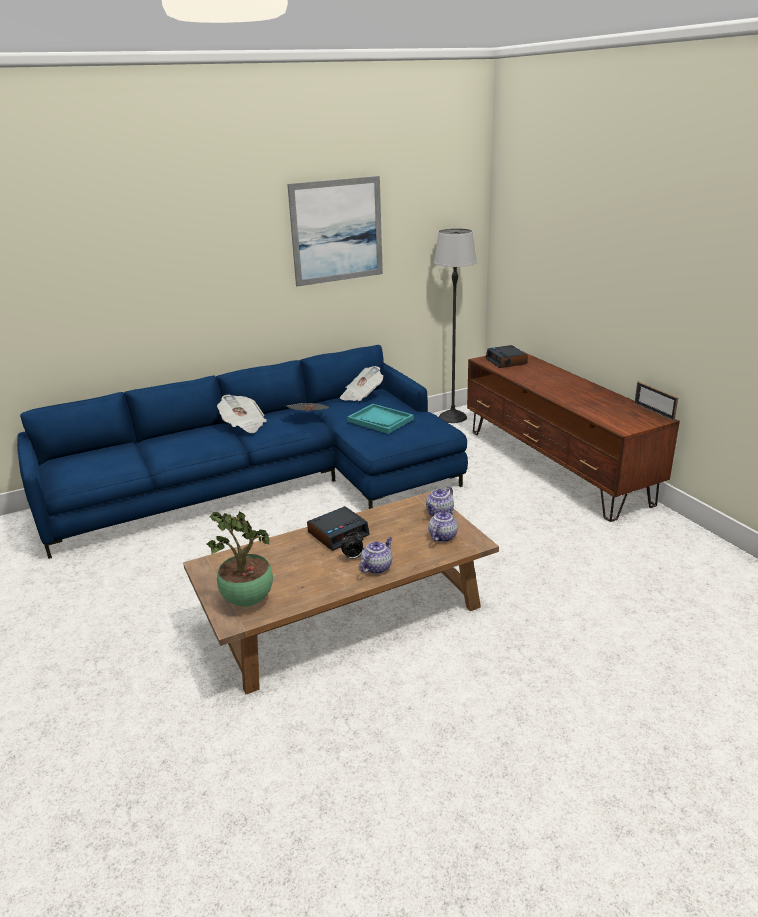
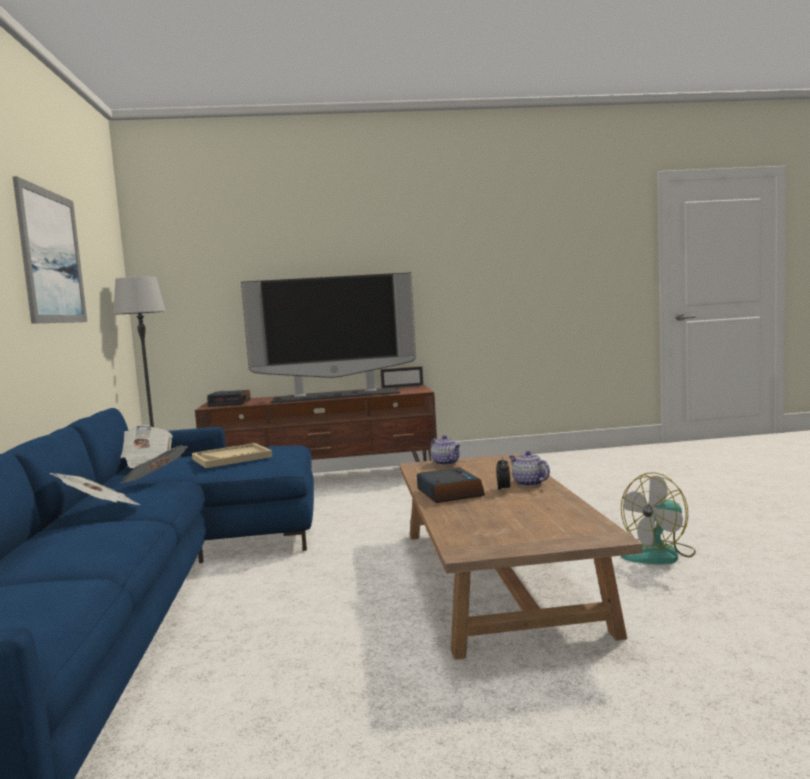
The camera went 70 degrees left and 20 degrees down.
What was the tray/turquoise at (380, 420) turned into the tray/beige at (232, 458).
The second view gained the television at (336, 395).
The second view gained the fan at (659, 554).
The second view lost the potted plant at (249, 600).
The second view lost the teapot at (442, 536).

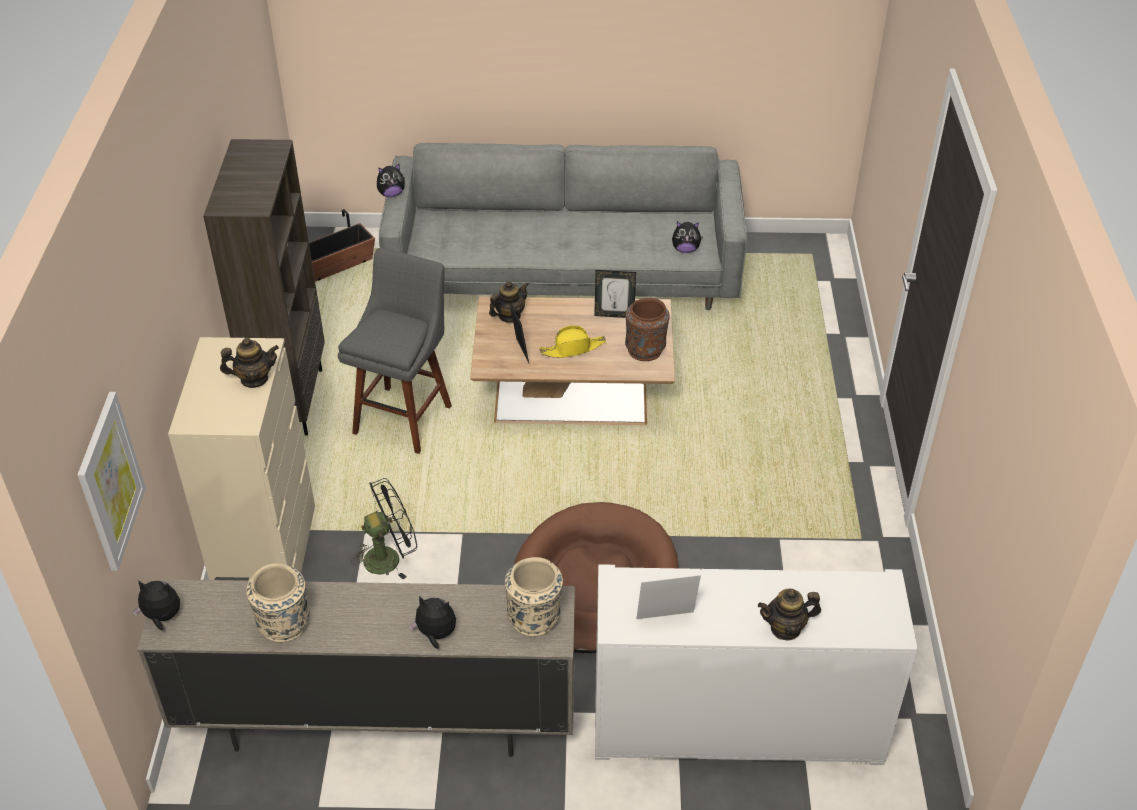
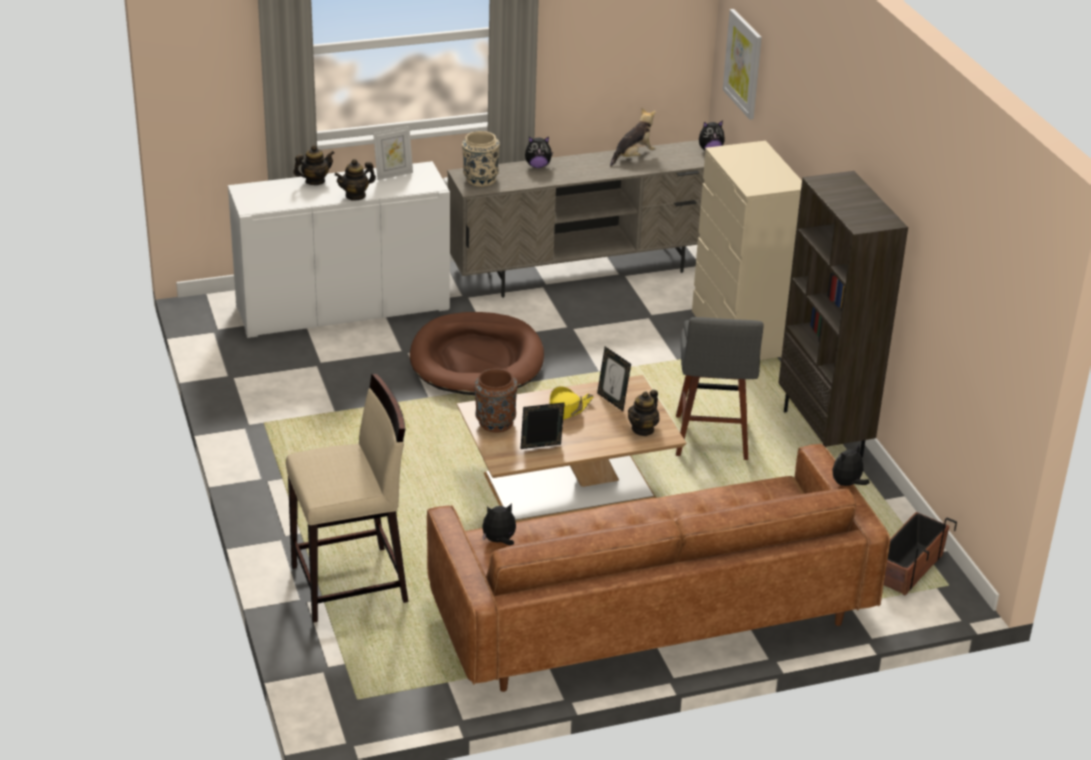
The camera went 160 degrees right and 10 degrees down.
The second view gained the stool/beige at (351, 584).
The teapot ended up elsewhere, having gone from (254, 379) to (355, 195).
What was the sofa/grey at (564, 273) turned into the sofa/brown at (650, 611).
Where the vase/beige stood at (284, 626), the plush toy came to stand at (633, 157).
The second view lost the fan/black at (389, 557).

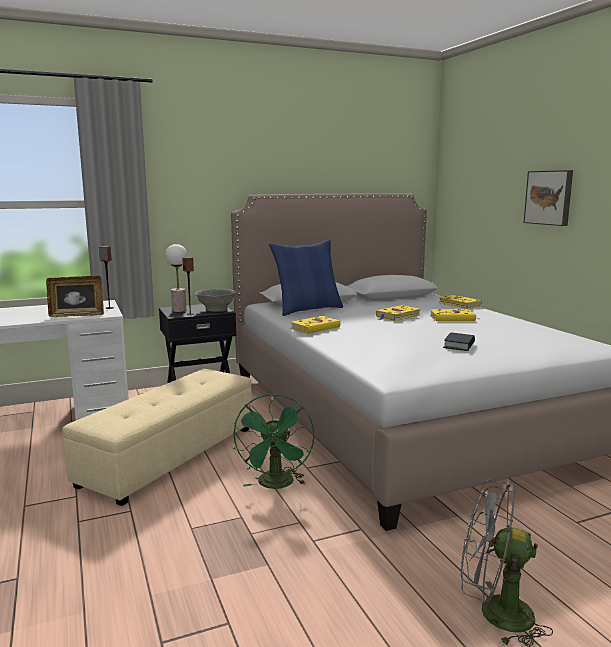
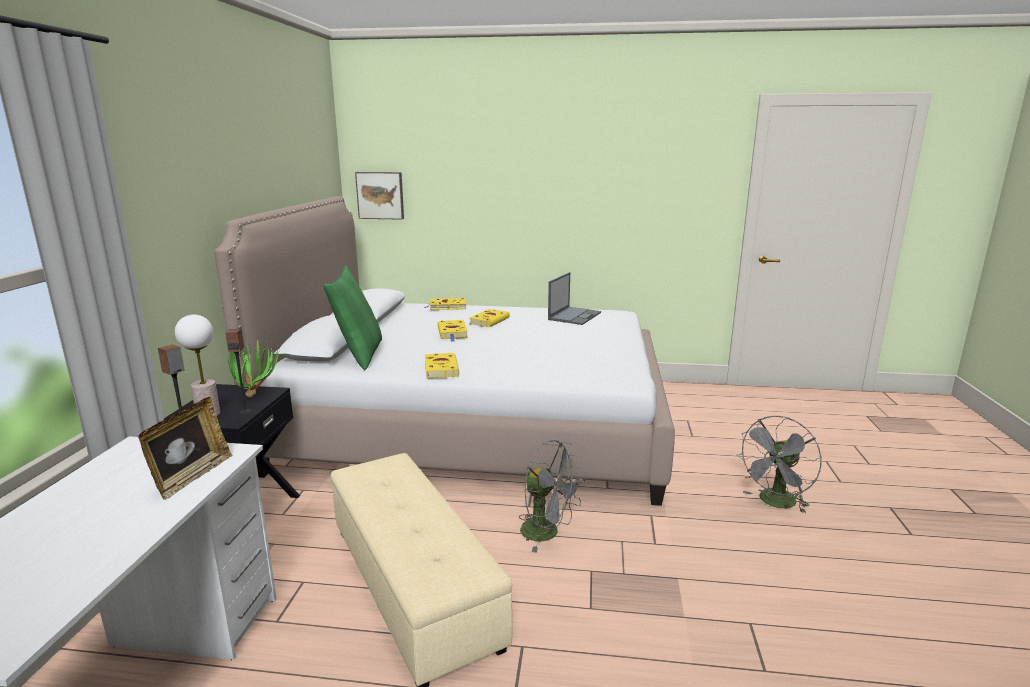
The camera went 60 degrees left and 5 degrees up.
Where the bowl/grey stood at (216, 310), the potted plant came to stand at (256, 394).
What was the pillow/blue at (308, 309) turned into the pillow/green at (360, 354).
The picture ended up elsewhere, having gone from (549, 197) to (380, 195).
What was the fan/green at (276, 485) turned into the fan/grey at (547, 533).
The second view gained the laptop at (574, 316).
The second view lost the book at (459, 345).

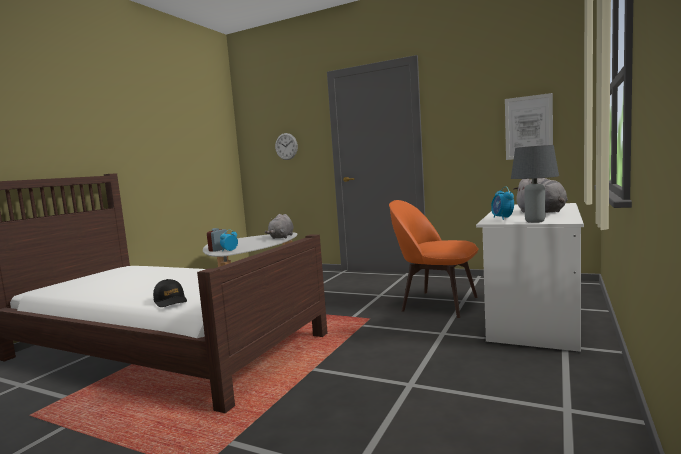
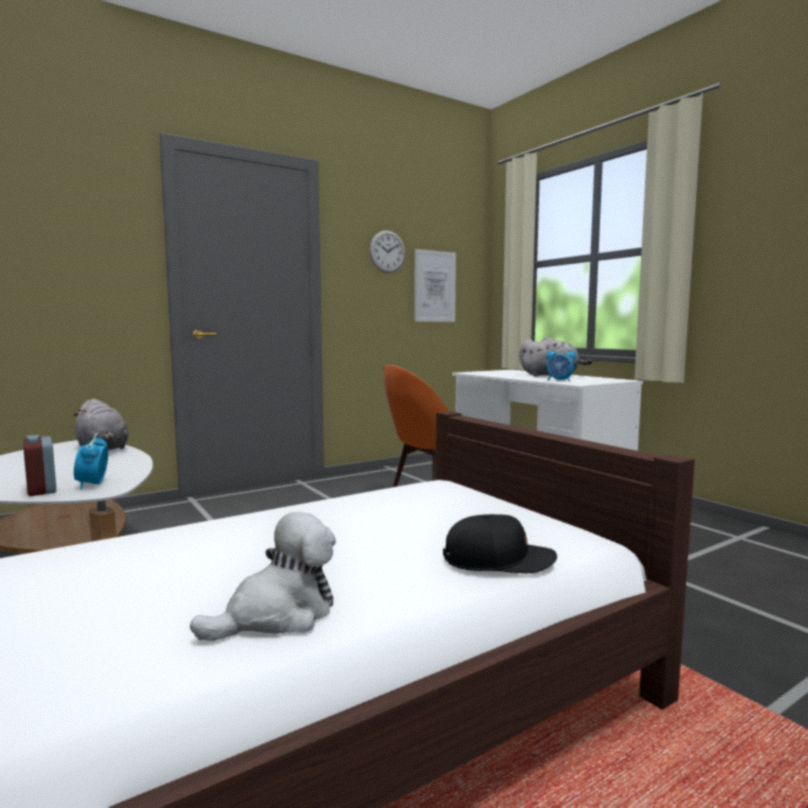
The camera went 60 degrees left and 0 degrees up.
The second view gained the plush toy at (278, 615).
The wall clock ended up elsewhere, having gone from (286, 146) to (387, 251).
The second view lost the table lamp/grey at (534, 221).

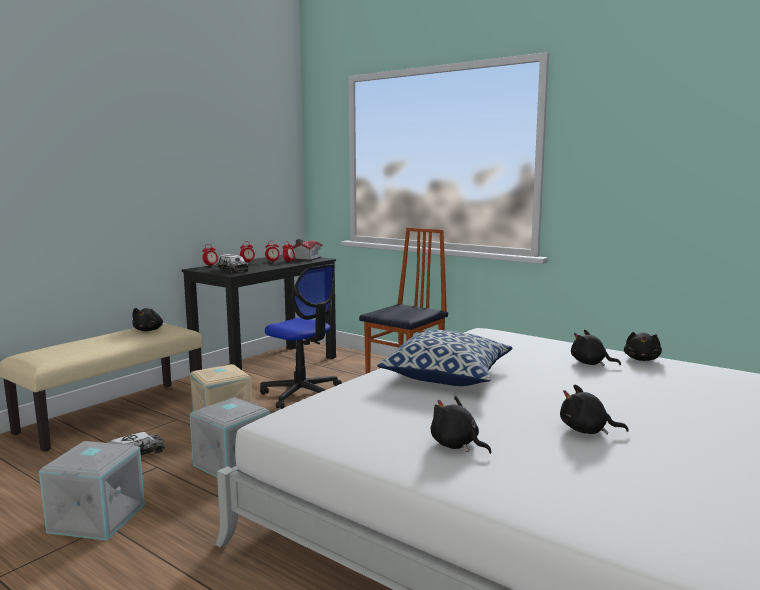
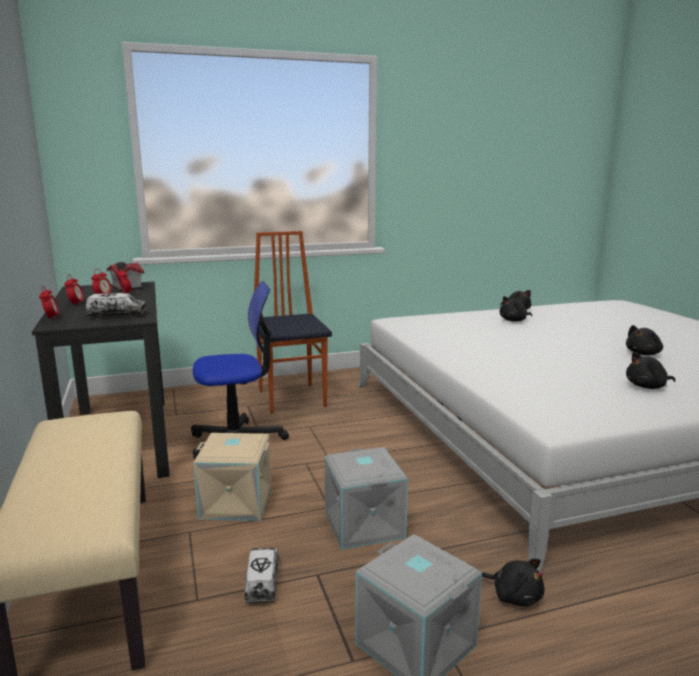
The camera went 55 degrees left and 5 degrees up.
The plush toy/black ended up elsewhere, having gone from (149, 330) to (514, 596).
The second view lost the pillow at (447, 376).

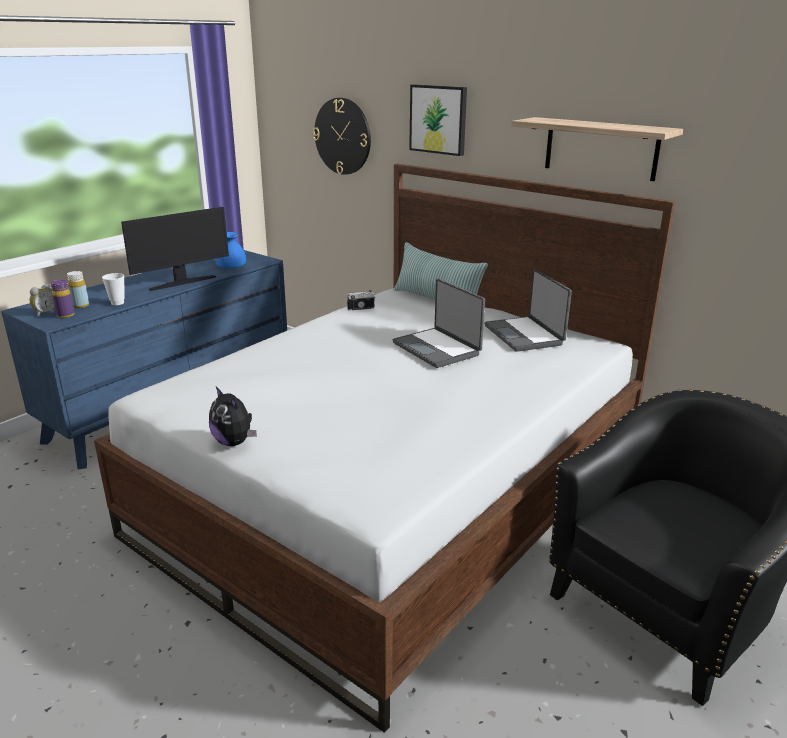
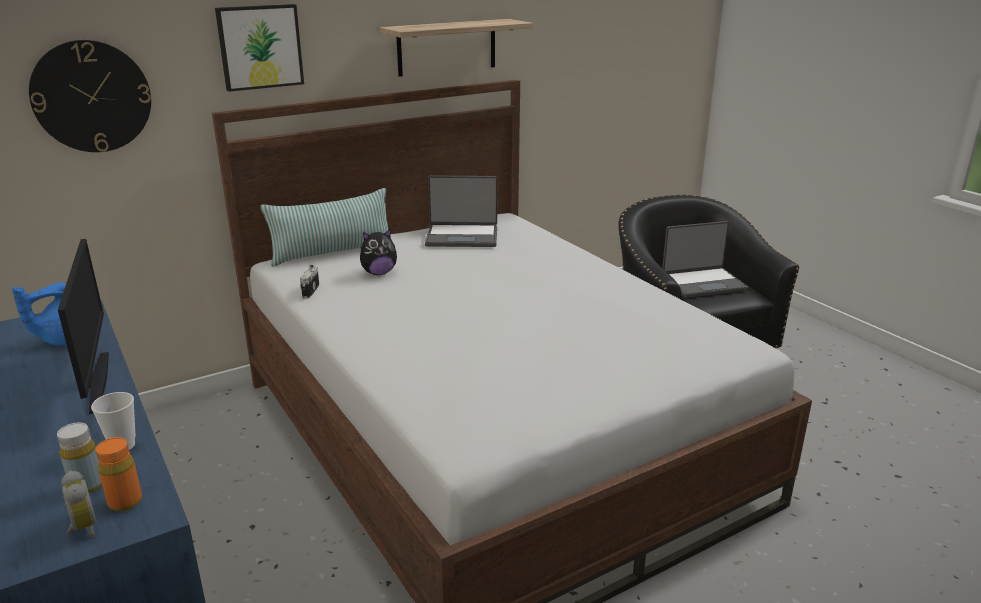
The camera went 70 degrees left and 0 degrees up.
What was the bottle/purple at (65, 315) turned into the bottle/orange at (125, 502).
The plush toy ended up elsewhere, having gone from (234, 442) to (379, 273).
The laptop ended up elsewhere, having gone from (437, 348) to (703, 283).

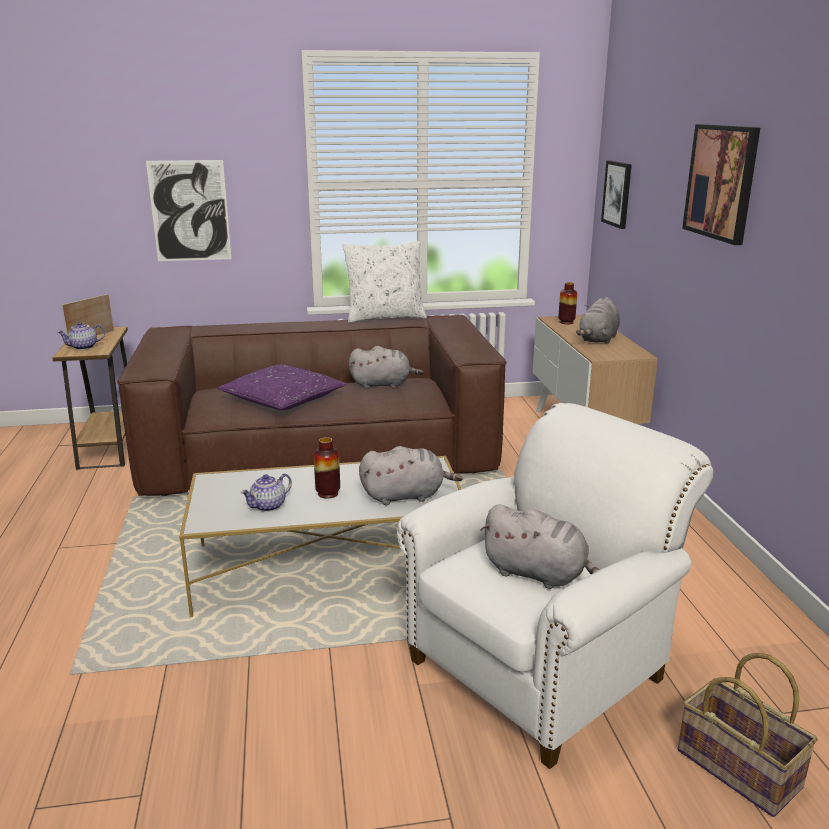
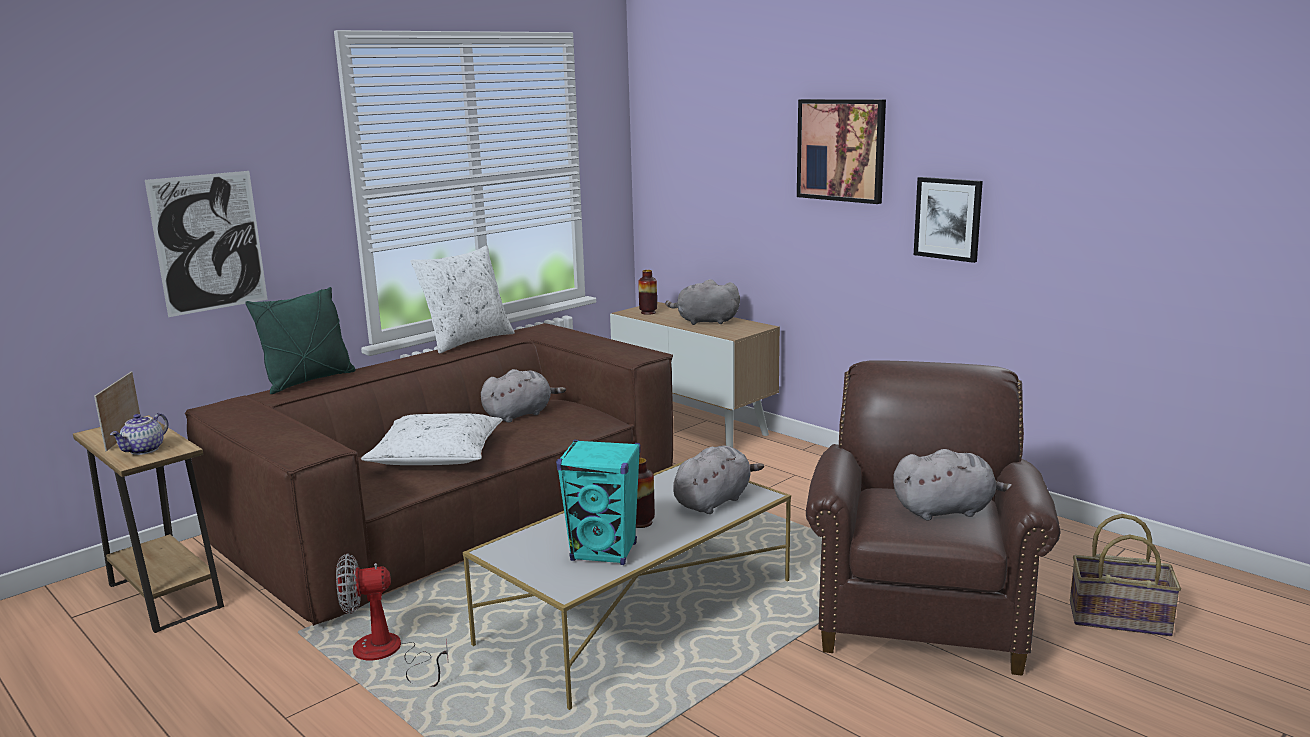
The camera went 35 degrees left and 5 degrees down.
The second view gained the pillow/green at (308, 381).
The second view gained the fan at (388, 655).
What was the pillow/purple at (283, 399) turned into the pillow/white at (436, 455).
Where the teapot stood at (268, 506), the speaker/turquoise came to stand at (604, 552).
The plush toy/grey at (598, 340) ended up facing another way, 105 degrees clockwise from before.
What was the armchair/white at (544, 665) turned into the armchair/brown at (920, 610).
The picture ended up elsewhere, having gone from (617, 194) to (948, 218).

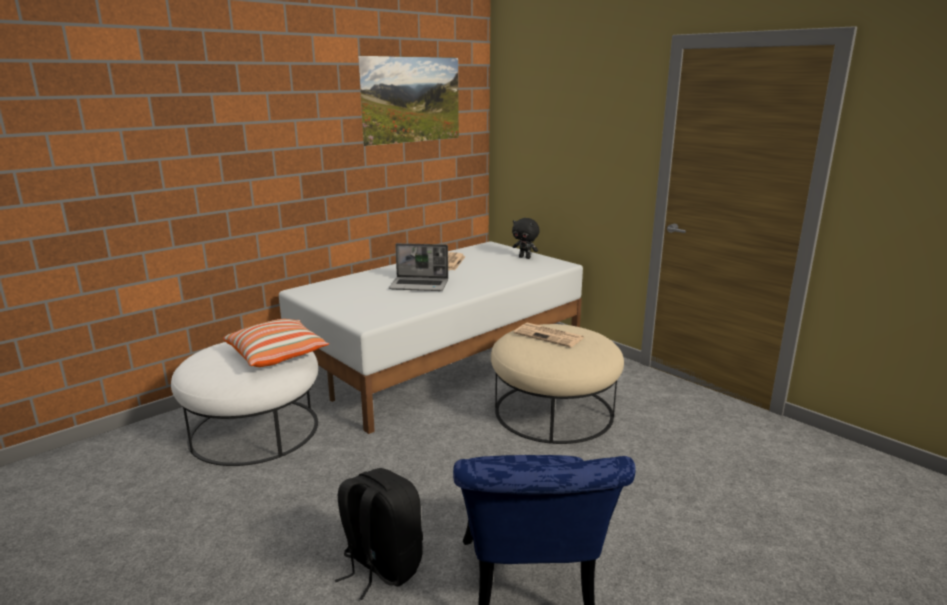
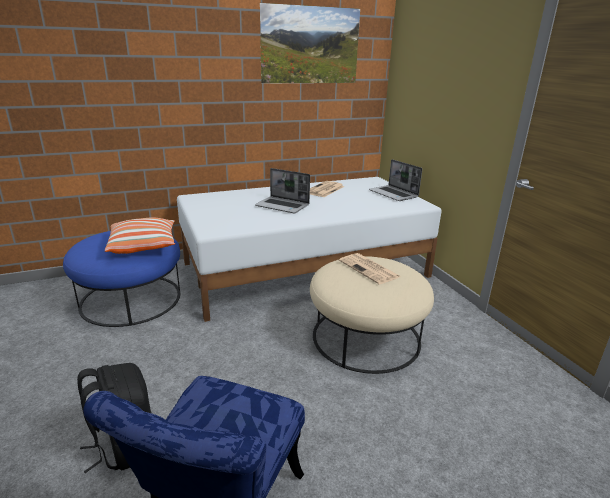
The camera went 20 degrees right and 5 degrees up.
What was the ottoman/white at (255, 430) turned into the ottoman/blue at (131, 299).
Where the plush toy/black stood at (525, 257), the laptop came to stand at (394, 194).

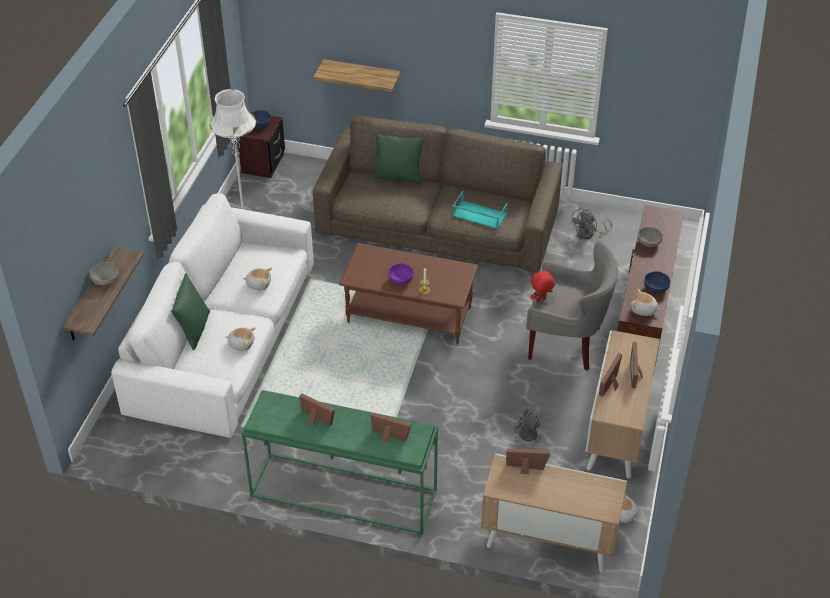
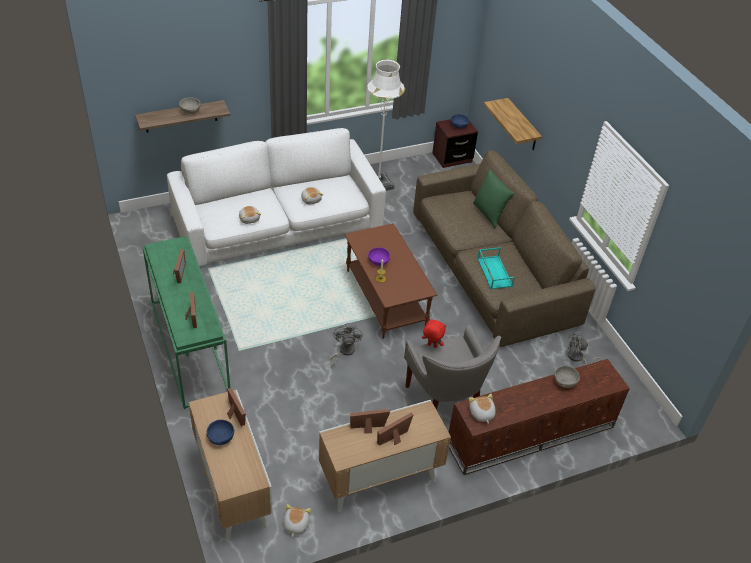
The camera went 50 degrees right and 0 degrees up.
The bowl/blue ended up elsewhere, having gone from (655, 288) to (220, 437).
The fan/grey ended up elsewhere, having gone from (528, 438) to (344, 351).
The second view lost the pillow/green at (194, 330).

